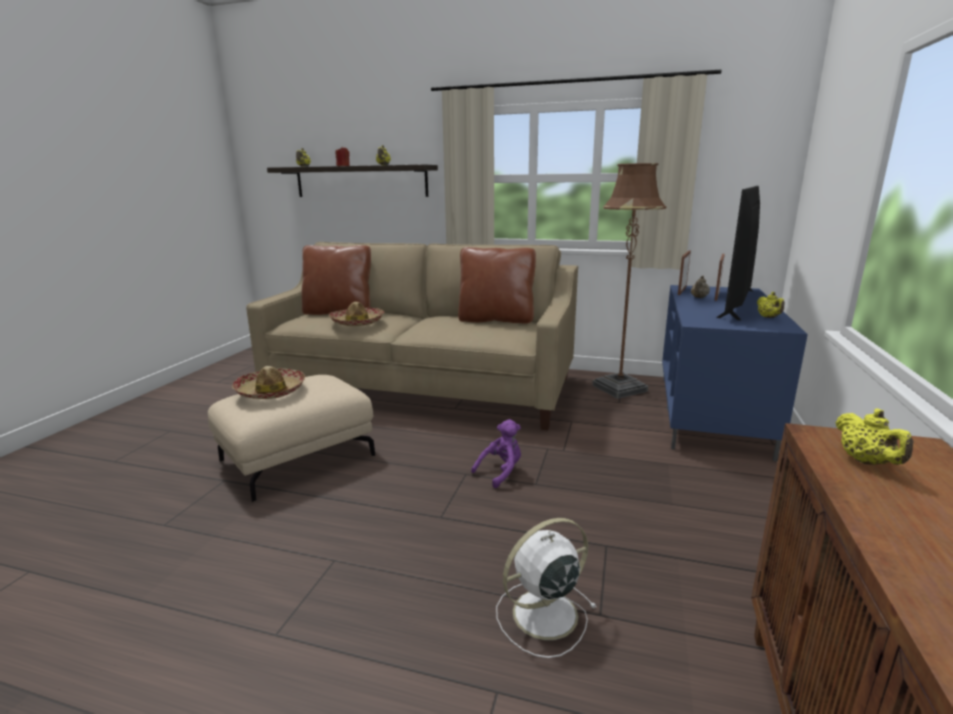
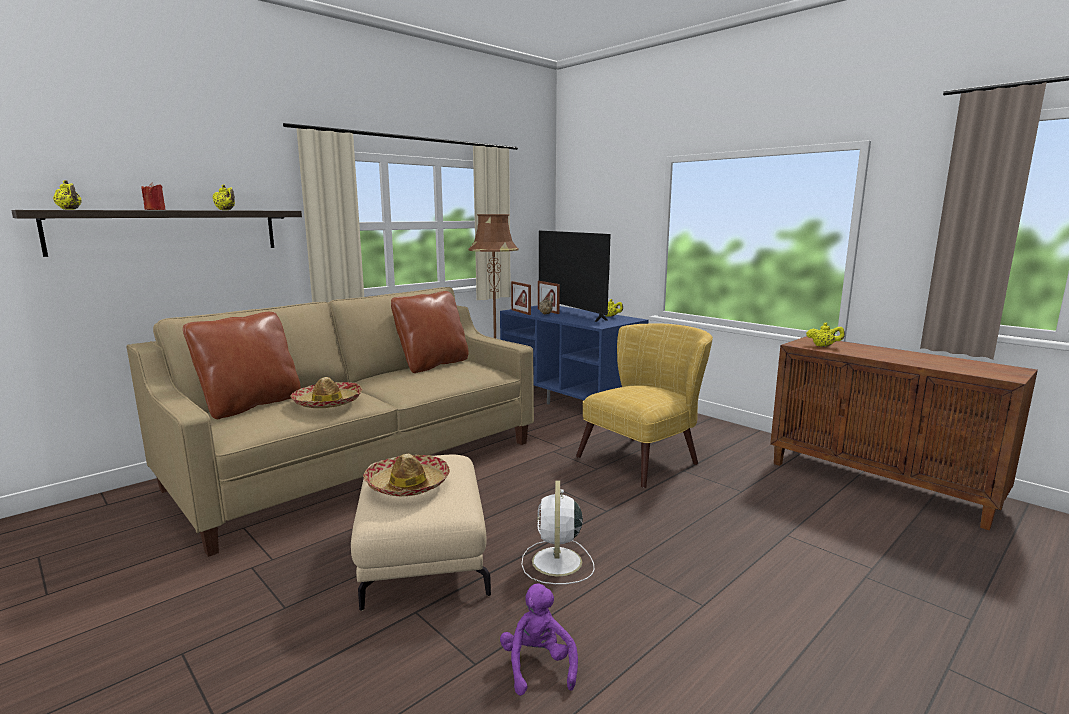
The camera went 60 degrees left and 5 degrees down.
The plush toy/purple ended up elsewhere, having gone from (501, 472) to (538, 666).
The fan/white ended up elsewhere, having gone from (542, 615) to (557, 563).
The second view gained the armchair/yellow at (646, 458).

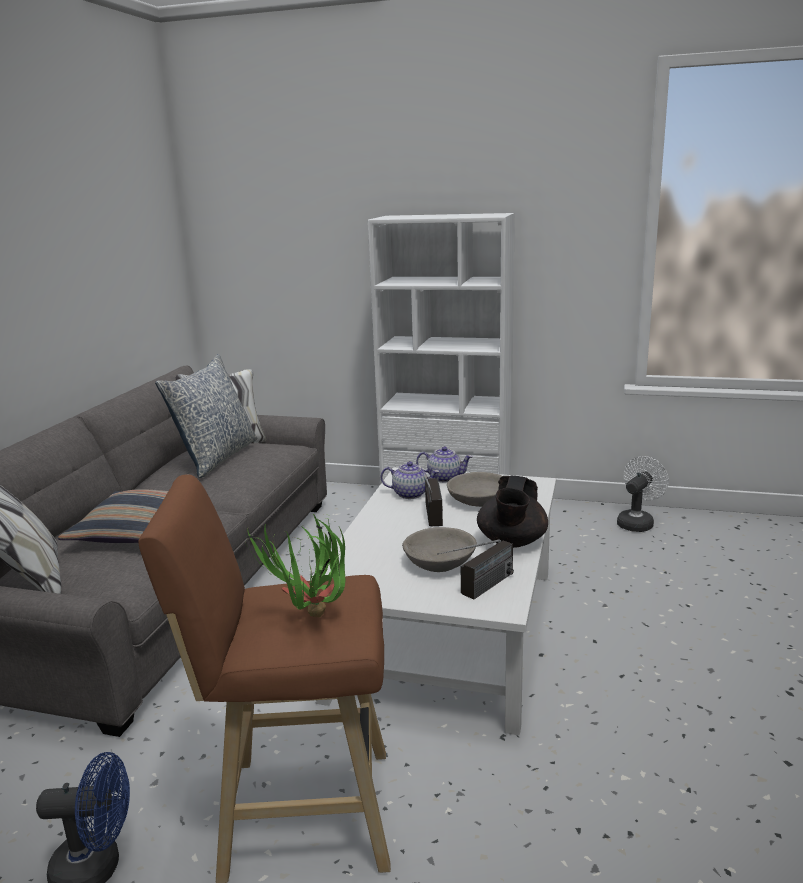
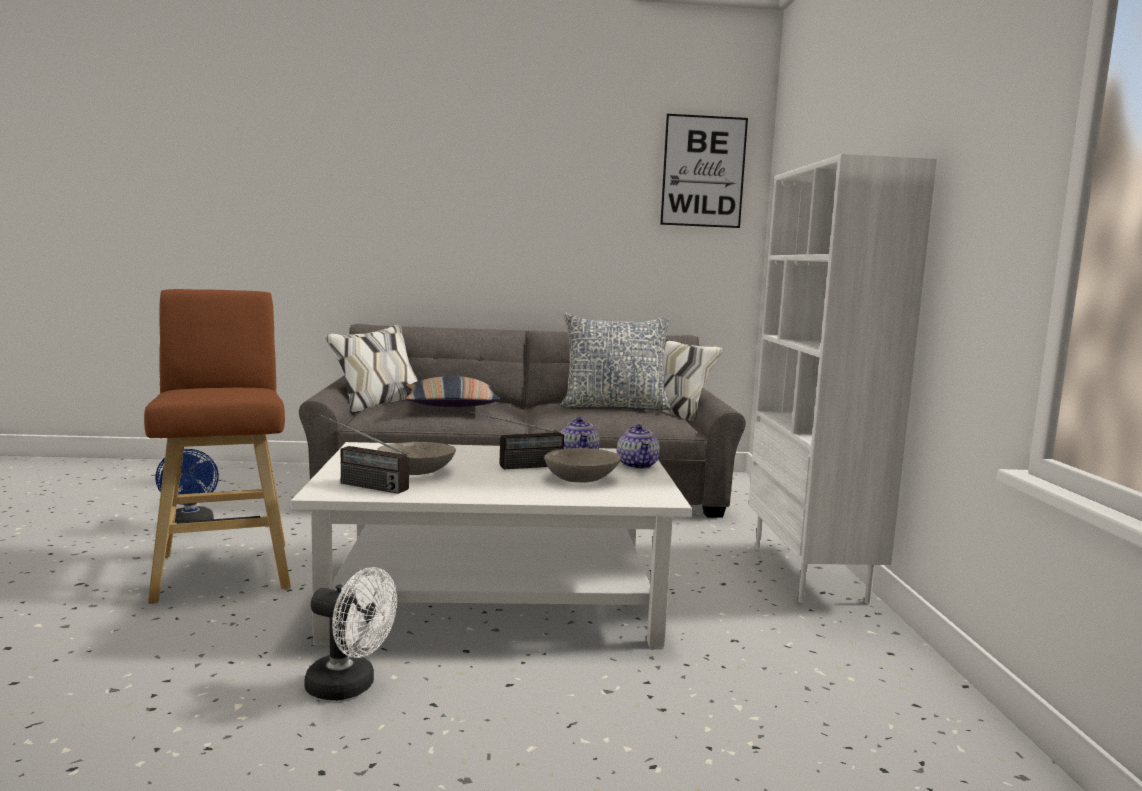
The camera went 70 degrees right and 10 degrees down.
The fan/white ended up elsewhere, having gone from (637, 522) to (350, 687).
The second view gained the picture at (703, 171).
The second view lost the potted plant at (310, 622).
The second view lost the teapot/black at (512, 542).

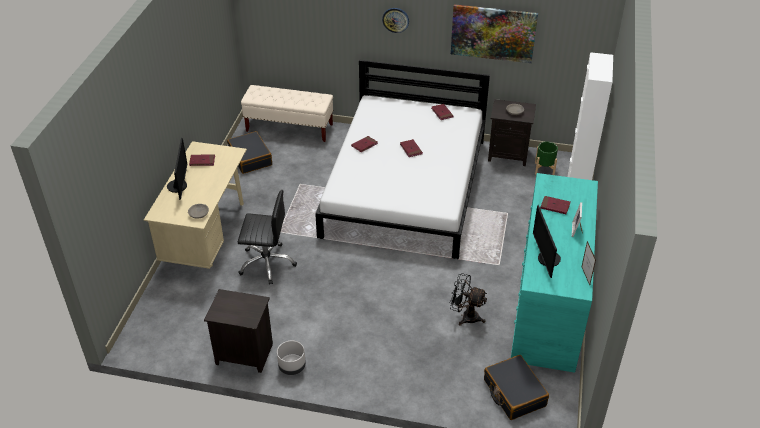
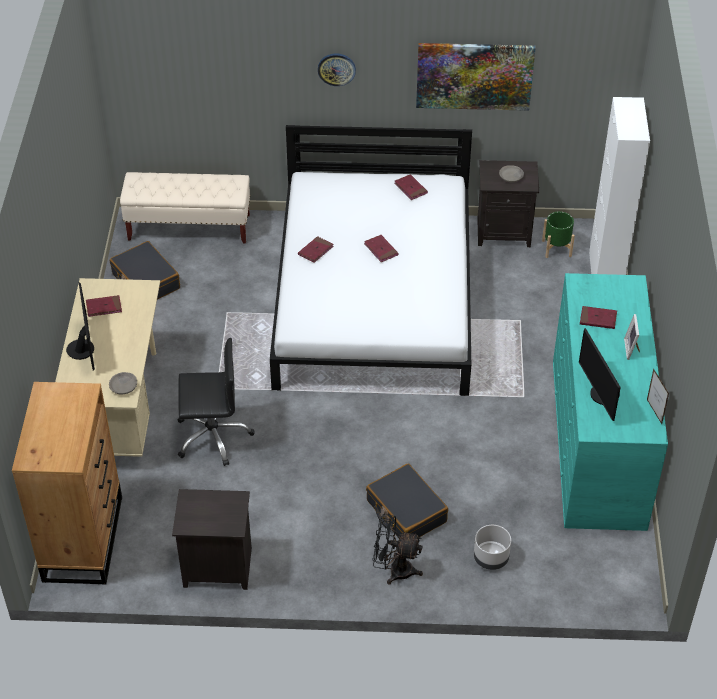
The camera went 10 degrees left and 5 degrees up.
The second view gained the dresser/brown at (83, 538).
The suitcase/black ended up elsewhere, having gone from (514, 393) to (406, 511).
The fan/black ended up elsewhere, having gone from (465, 316) to (394, 569).
The planter/grey ended up elsewhere, having gone from (292, 366) to (490, 558).

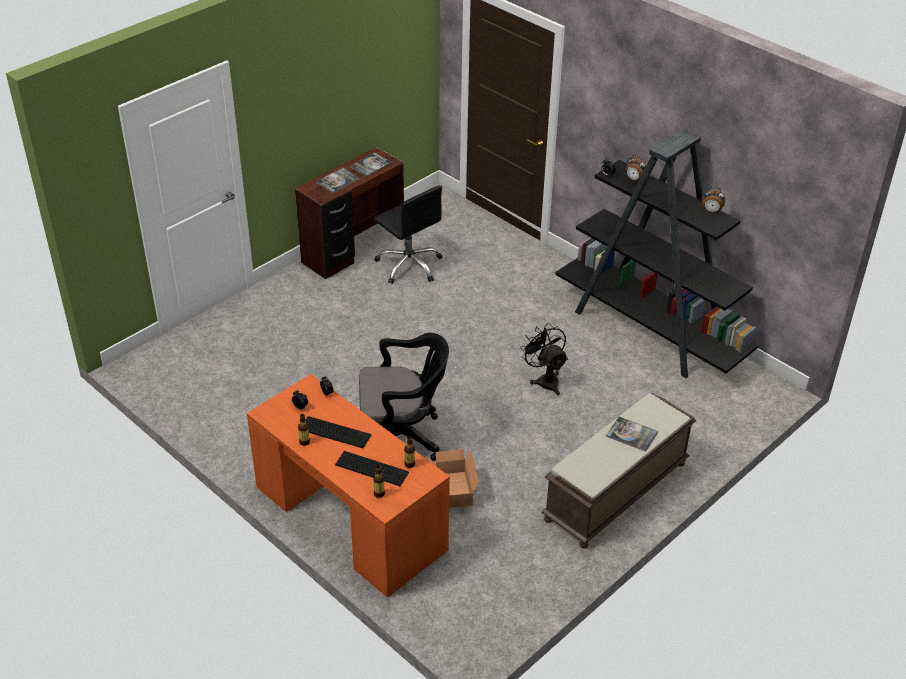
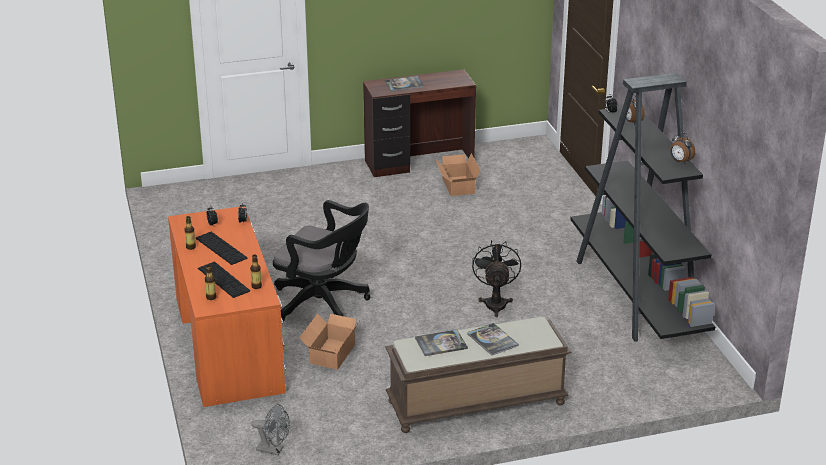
The camera went 30 degrees right and 10 degrees down.
The second view gained the fan/grey at (274, 450).
The book ended up elsewhere, having gone from (371, 165) to (441, 343).
Where the office chair/black stood at (409, 265), the cardboard box came to stand at (457, 186).

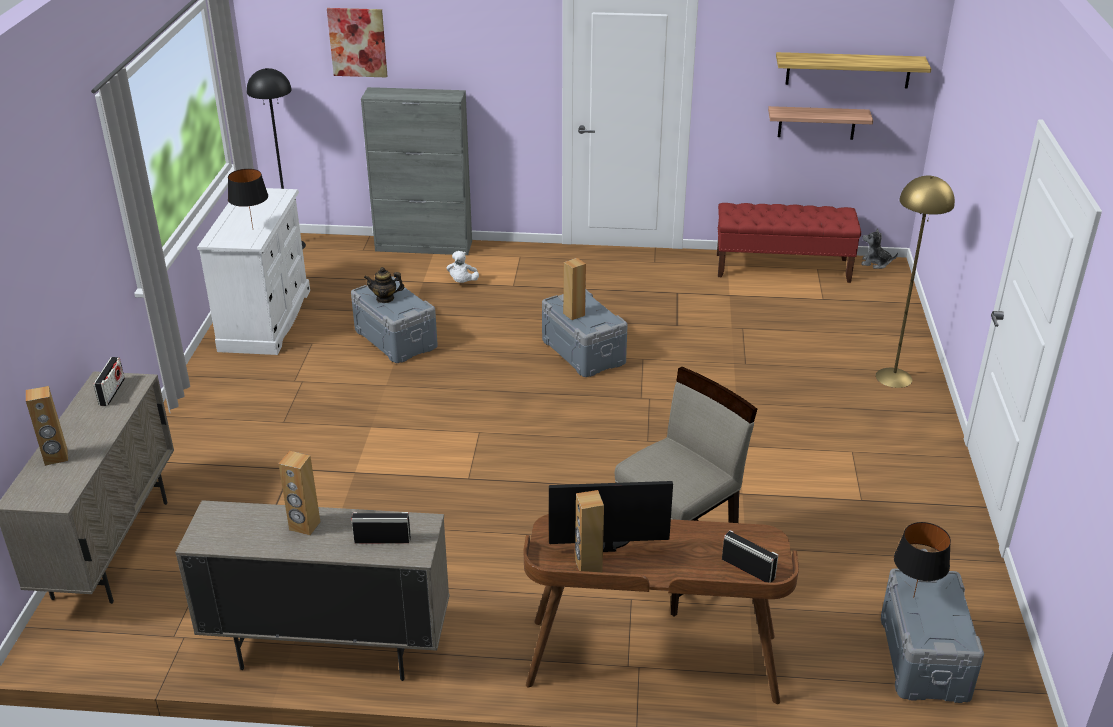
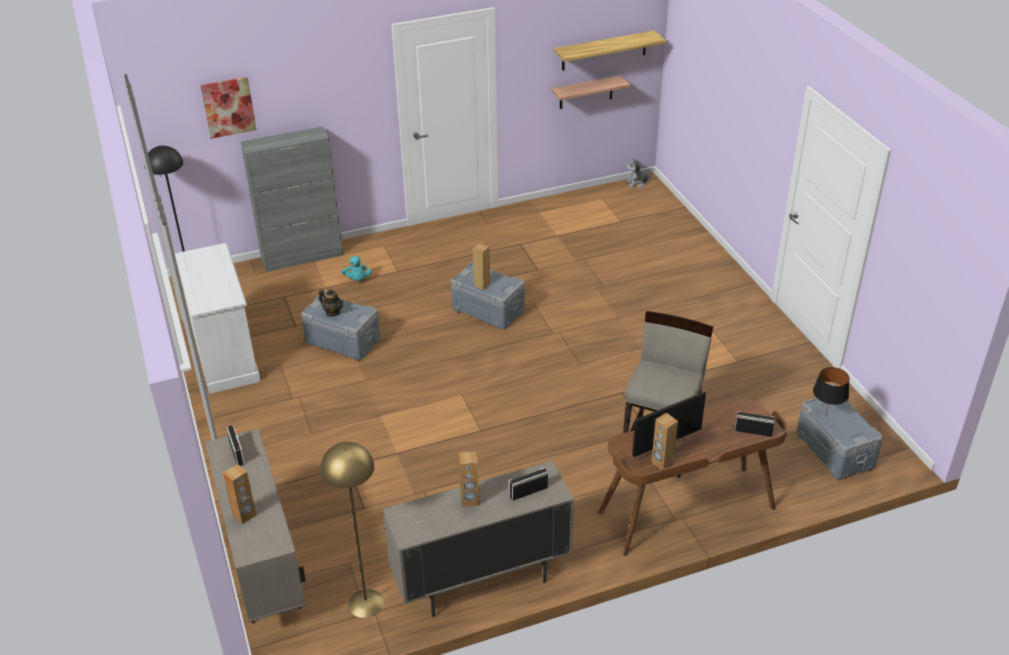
The camera went 25 degrees left and 5 degrees up.
The teapot at (385, 298) ended up facing another way, 120 degrees counterclockwise from before.
The floor lamp/yellow ended up elsewhere, having gone from (894, 377) to (366, 603).
What was the plush toy/white at (462, 282) turned into the plush toy/turquoise at (357, 279).
The second view lost the table lamp/black at (253, 229).
The second view lost the bench/red at (783, 268).

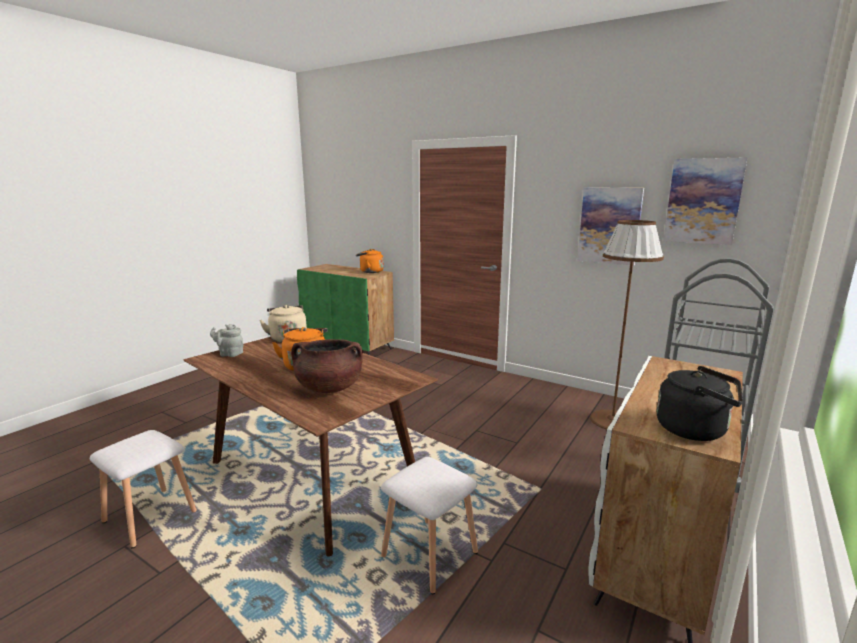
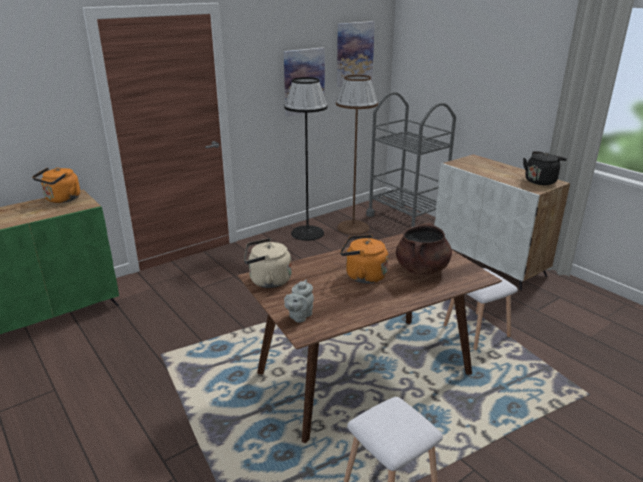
The camera went 70 degrees left and 10 degrees up.
The second view gained the floor lamp/black at (307, 233).

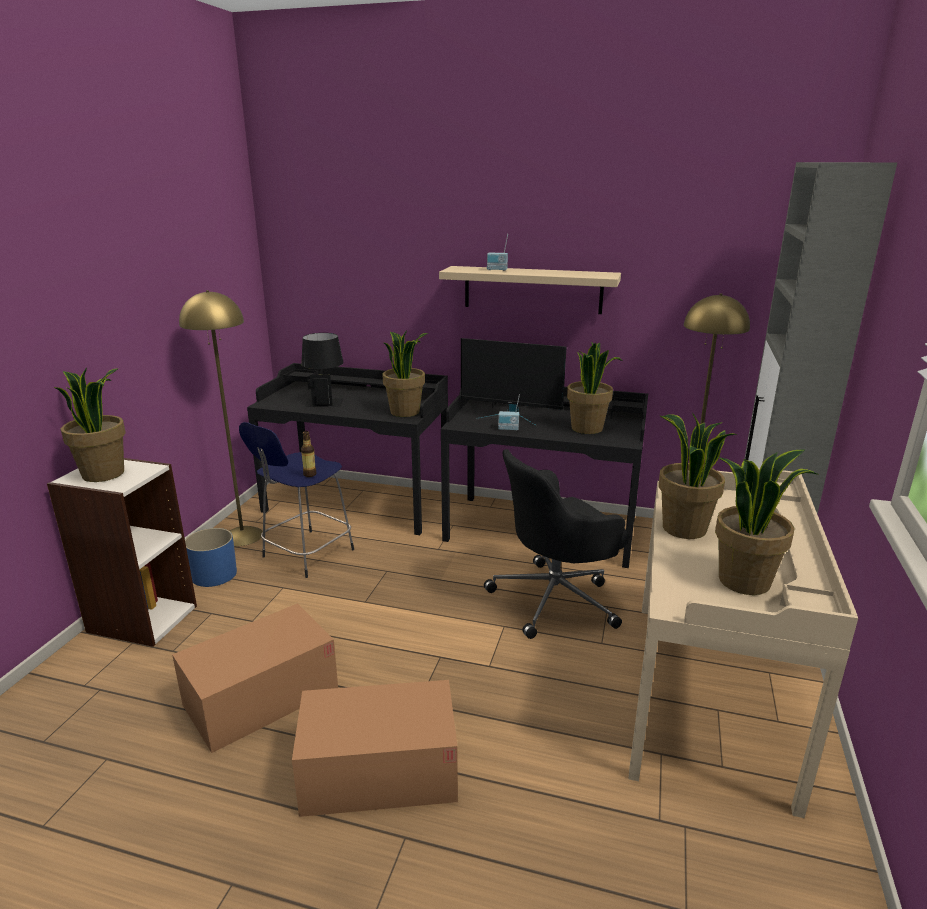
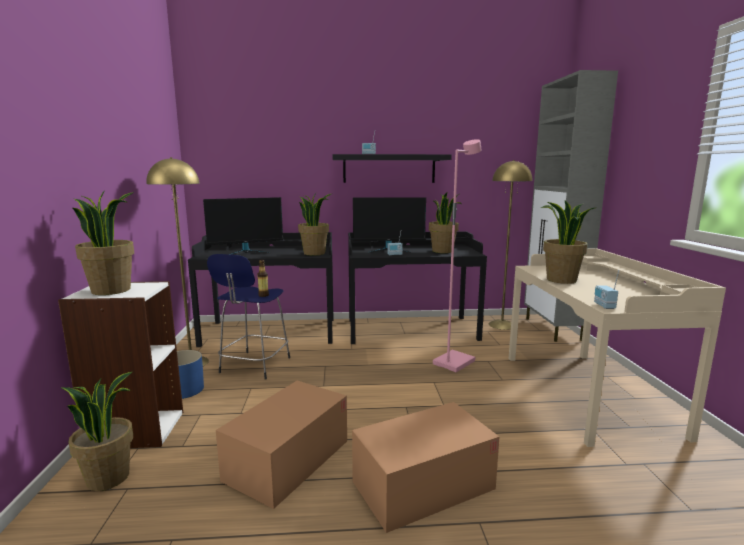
The camera went 20 degrees left and 10 degrees down.
The potted plant ended up elsewhere, having gone from (744, 580) to (109, 477).
Where the table lamp/black stood at (324, 400), the monitor came to stand at (246, 252).
What was the shelf/beige at (532, 289) turned into the shelf/black at (389, 169).
Where the office chair/black stood at (556, 599), the floor lamp/pink came to stand at (453, 362).
The second view gained the radio at (603, 306).

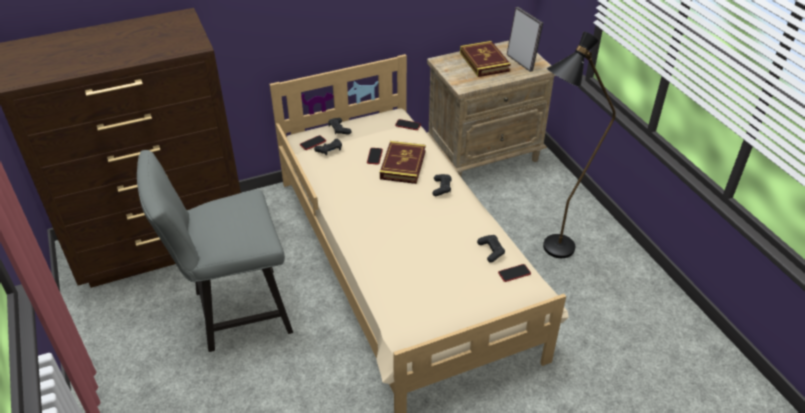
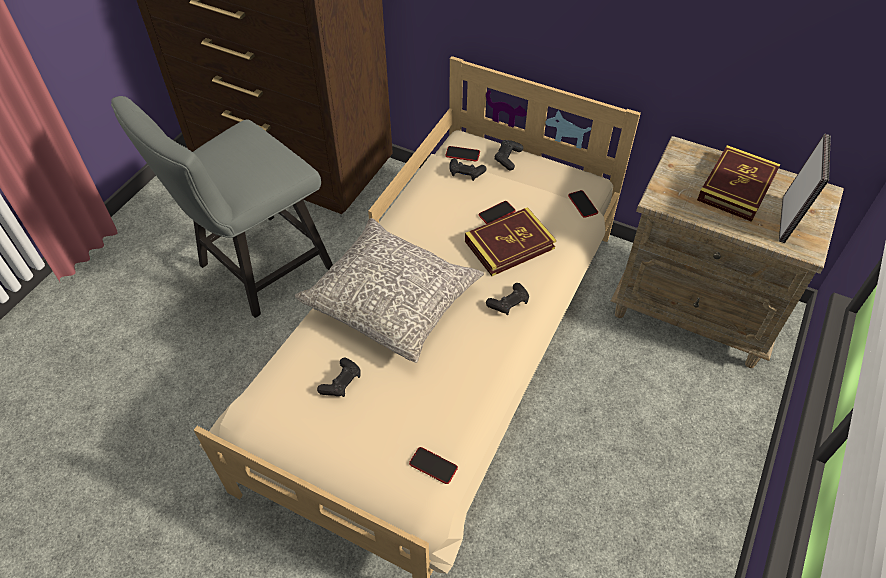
The camera went 50 degrees right and 10 degrees up.
The chair/grey at (234, 312) ended up facing another way, 75 degrees counterclockwise from before.
The second view gained the pillow/grey at (392, 300).
The game controller/black ended up elsewhere, having gone from (491, 251) to (341, 382).
The second view lost the floor lamp/black at (550, 252).

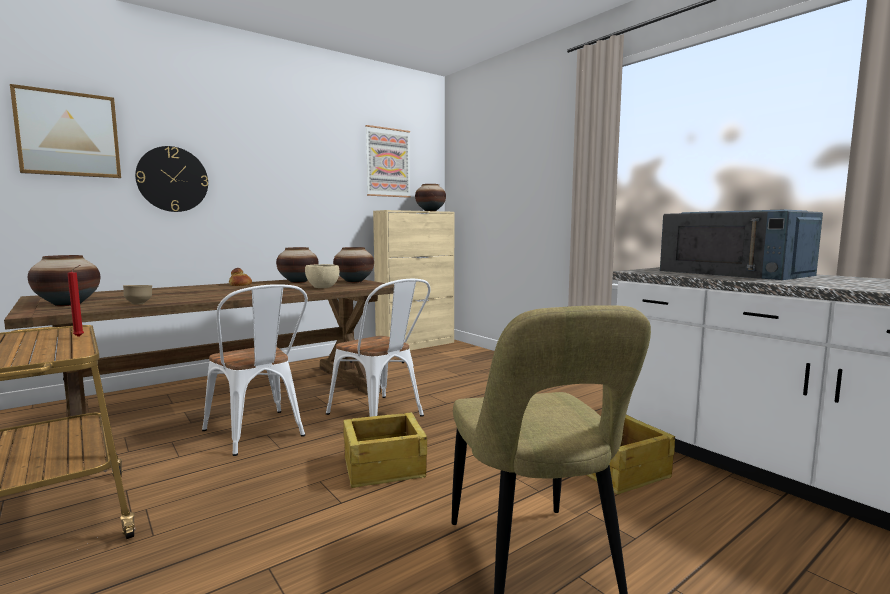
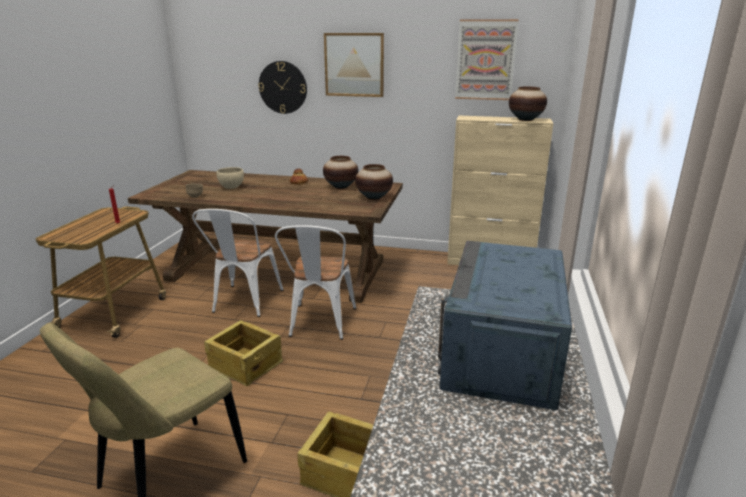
The camera went 50 degrees right and 15 degrees up.
The bowl/beige ended up elsewhere, having gone from (323, 287) to (231, 187).
The picture ended up elsewhere, having gone from (68, 134) to (354, 65).
The second view lost the vase at (68, 304).

